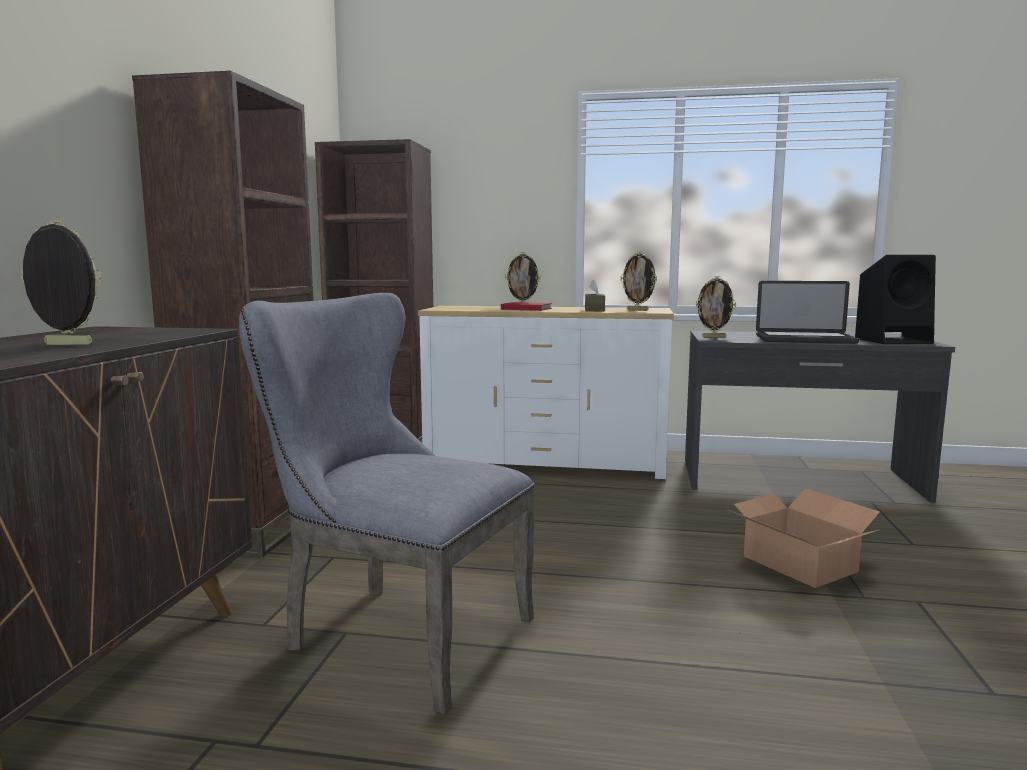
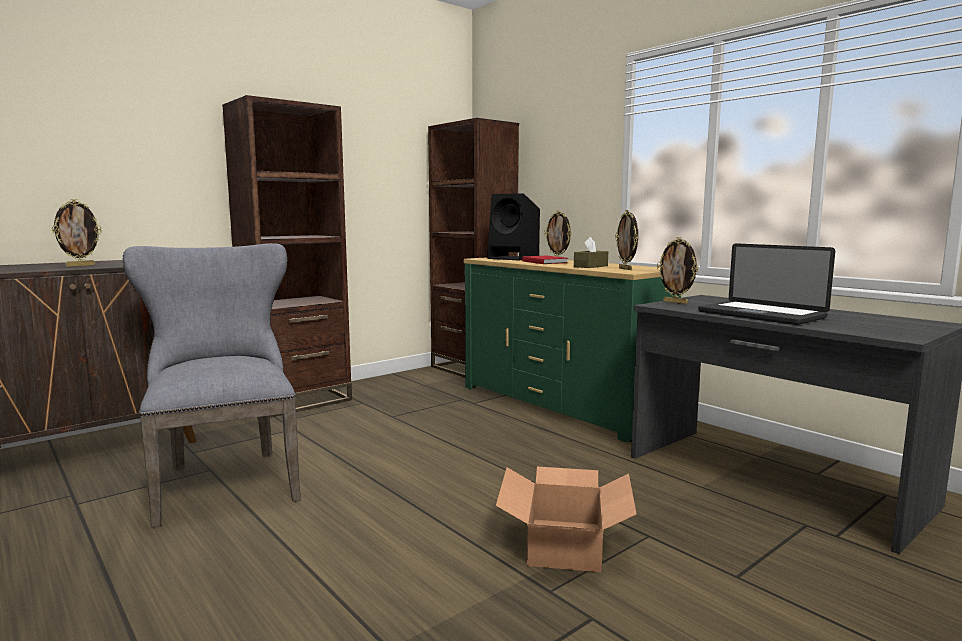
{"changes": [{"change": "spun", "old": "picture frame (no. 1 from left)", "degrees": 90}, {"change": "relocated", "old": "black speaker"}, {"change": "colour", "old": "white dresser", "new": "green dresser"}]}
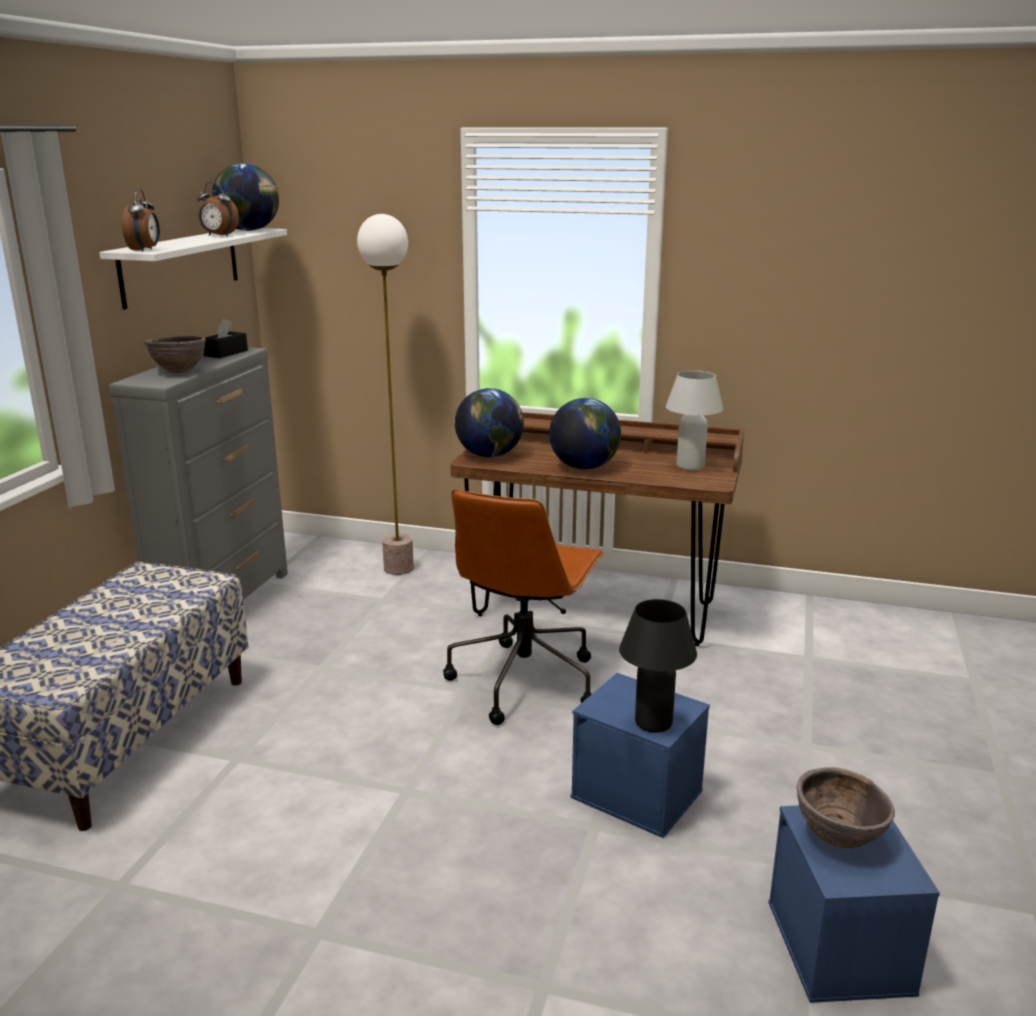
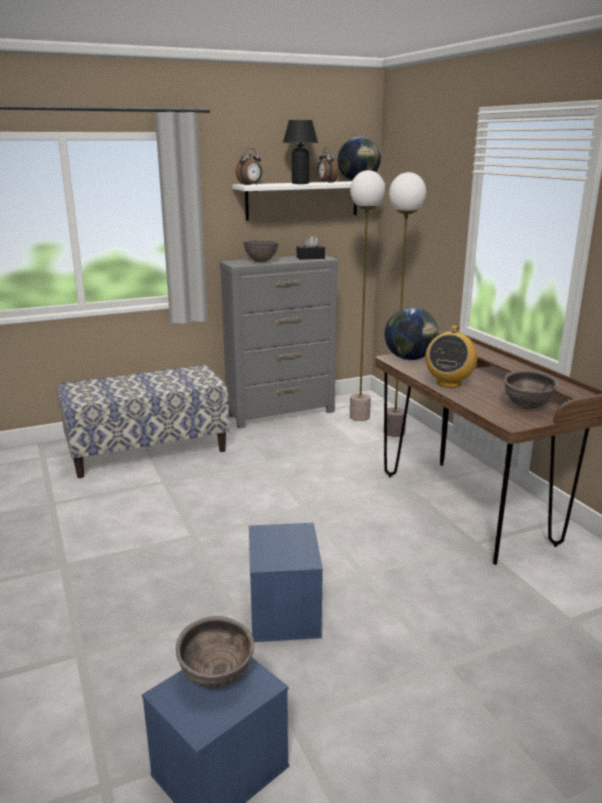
{"changes": [{"change": "exchanged", "old": "white table lamp", "new": "brown bowl (no. 3 from left)"}, {"change": "exchanged", "old": "globe (no. 3 from left)", "new": "radio"}, {"change": "missing", "old": "brown office chair"}, {"change": "relocated", "old": "black table lamp"}, {"change": "appeared", "new": "floor lamp (no. 1 from left)"}]}
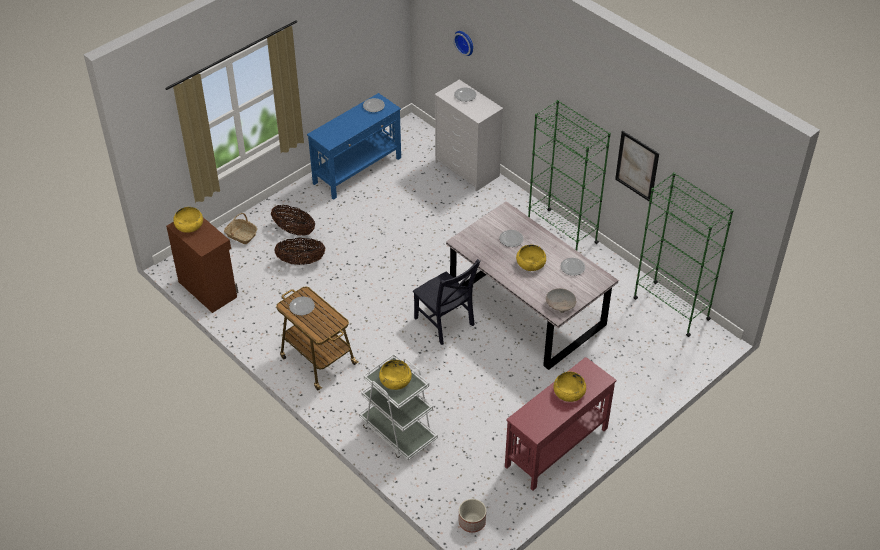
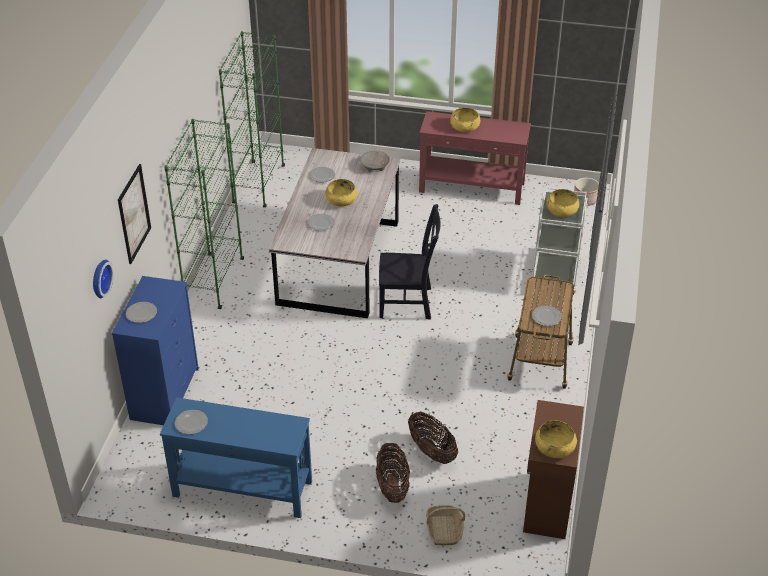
{"changes": [{"change": "colour", "old": "white dresser", "new": "blue dresser"}, {"change": "relocated", "old": "picture"}, {"change": "spun", "old": "black chair", "degrees": 75}]}
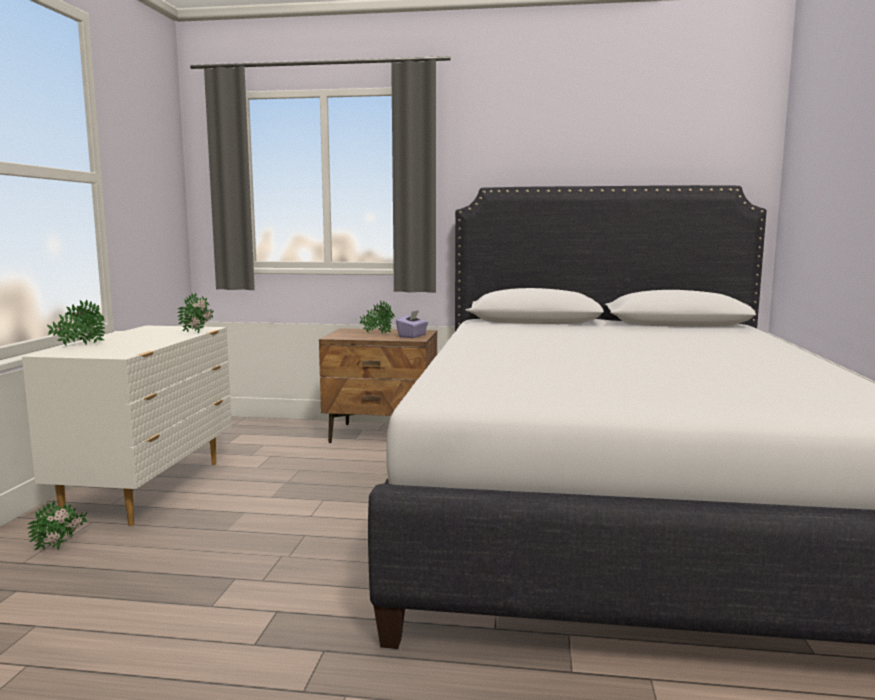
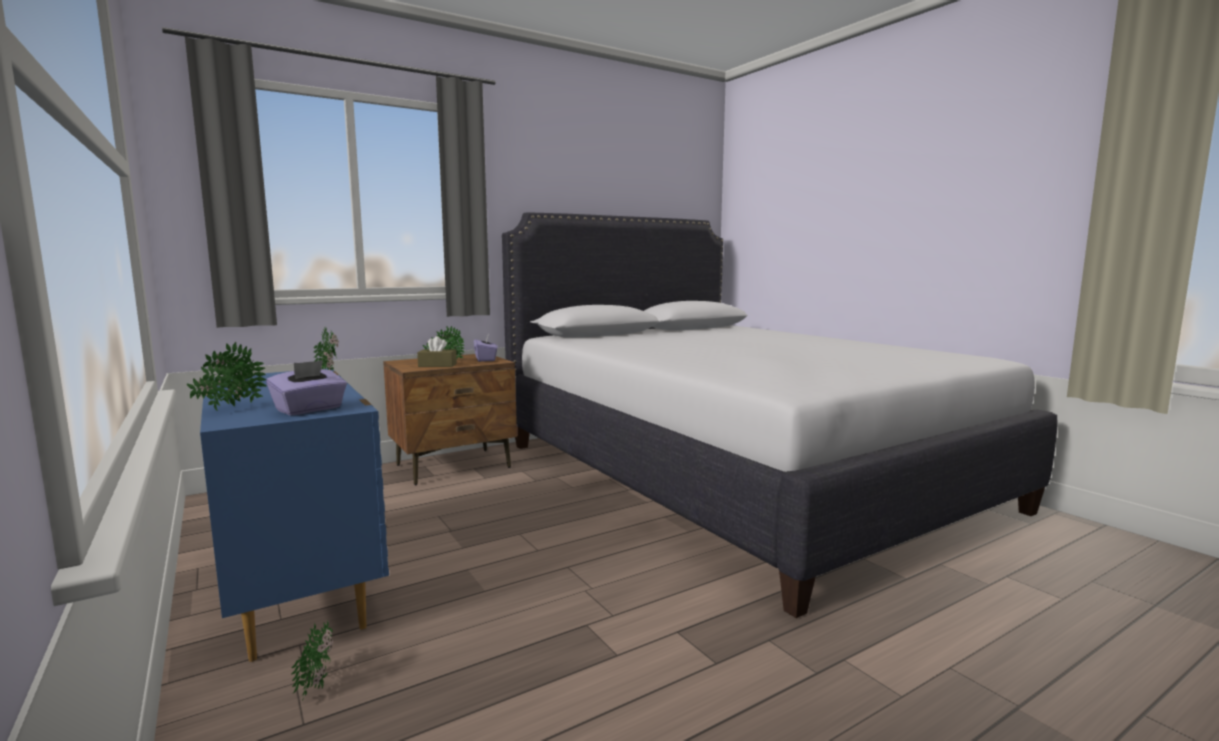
{"changes": [{"change": "colour", "old": "white dresser", "new": "blue dresser"}, {"change": "appeared", "new": "brown tissue box"}, {"change": "appeared", "new": "purple tissue box (no. 1 from left)"}]}
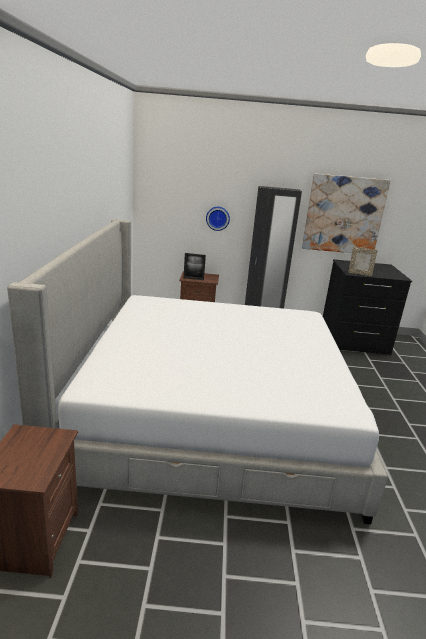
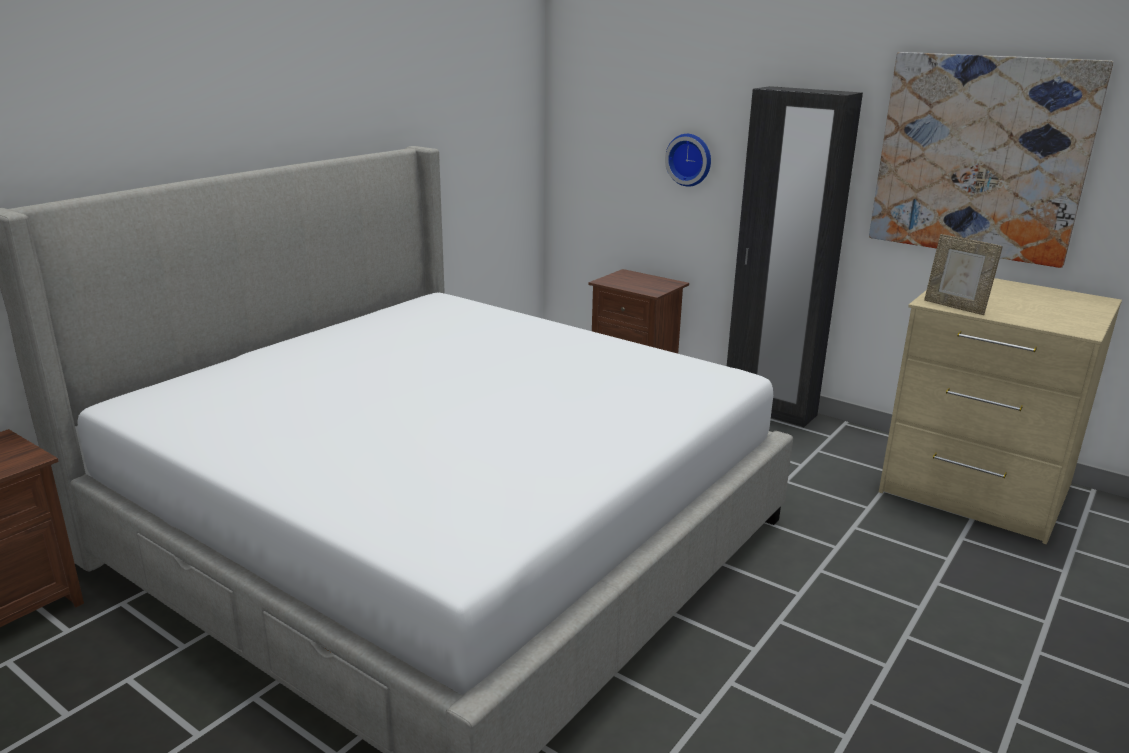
{"changes": [{"change": "missing", "old": "picture frame (no. 1 from left)"}, {"change": "colour", "old": "black dresser", "new": "beige dresser"}]}
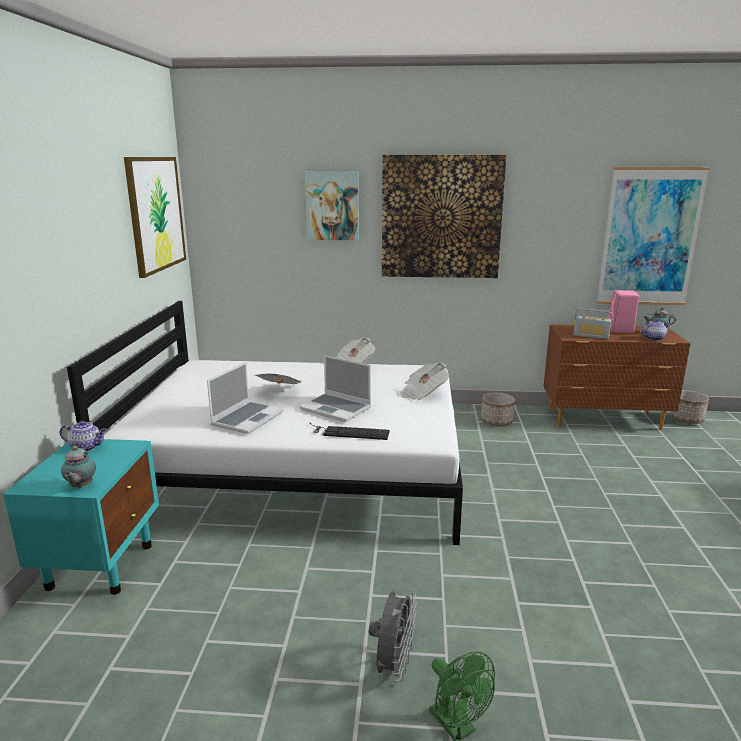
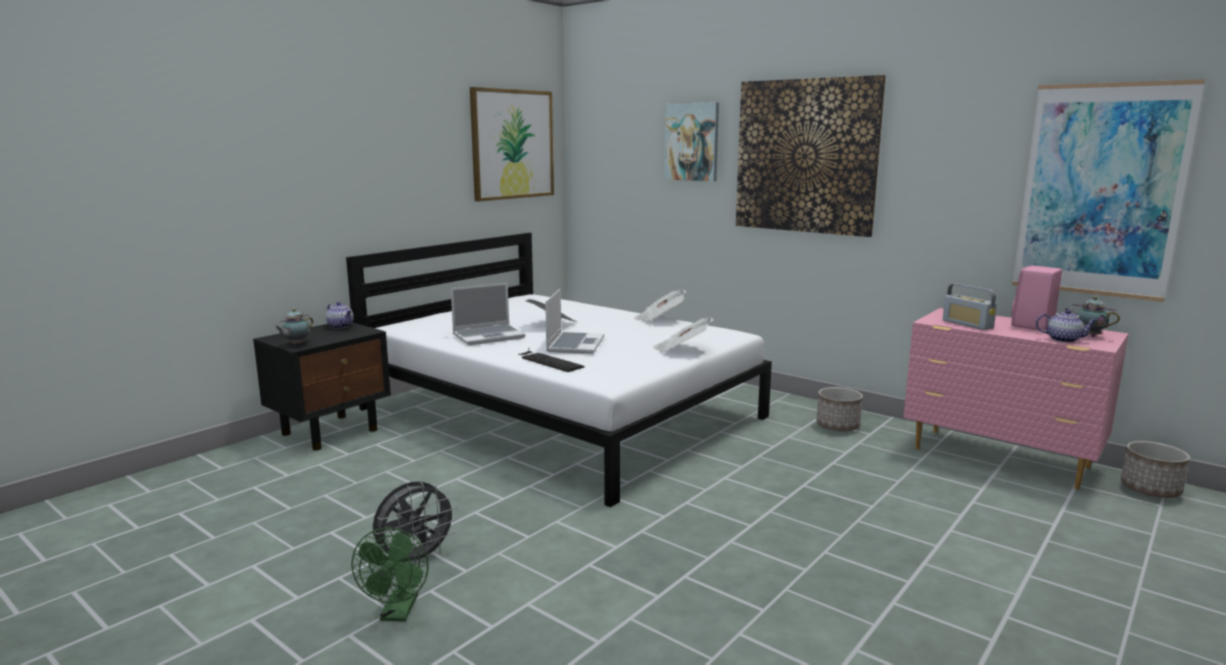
{"changes": [{"change": "colour", "old": "brown dresser", "new": "pink dresser"}, {"change": "spun", "old": "laptop (no. 2 from left)", "degrees": -150}, {"change": "colour", "old": "turquoise nightstand", "new": "black nightstand"}]}
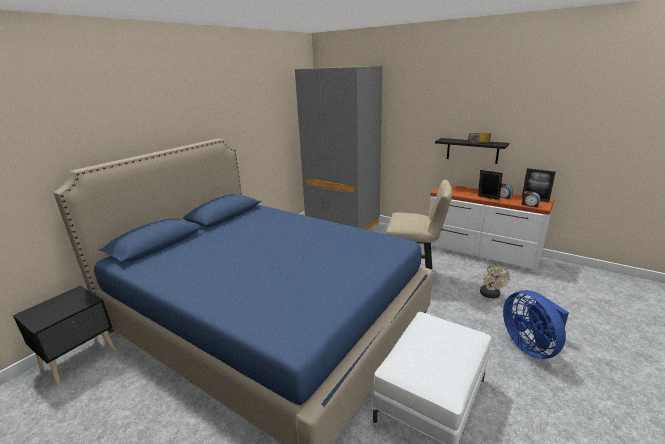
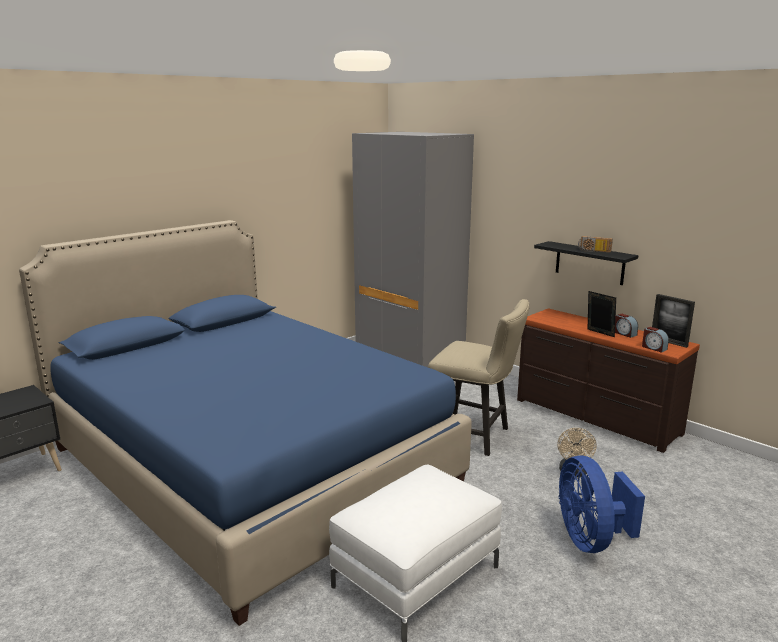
{"changes": [{"change": "colour", "old": "white dresser", "new": "brown dresser"}]}
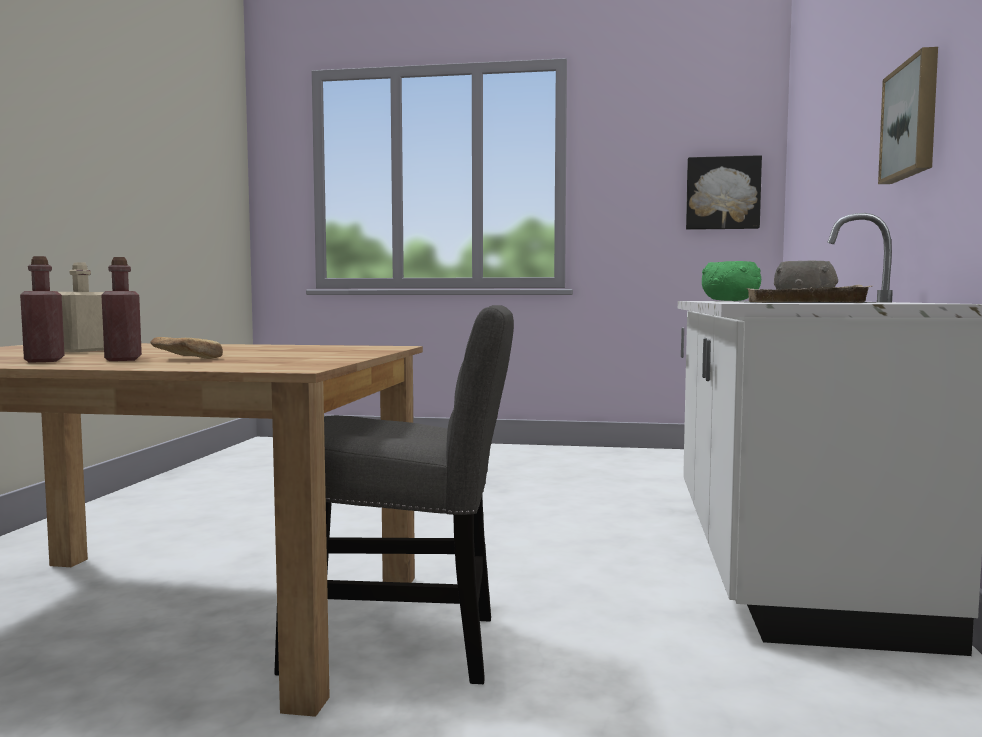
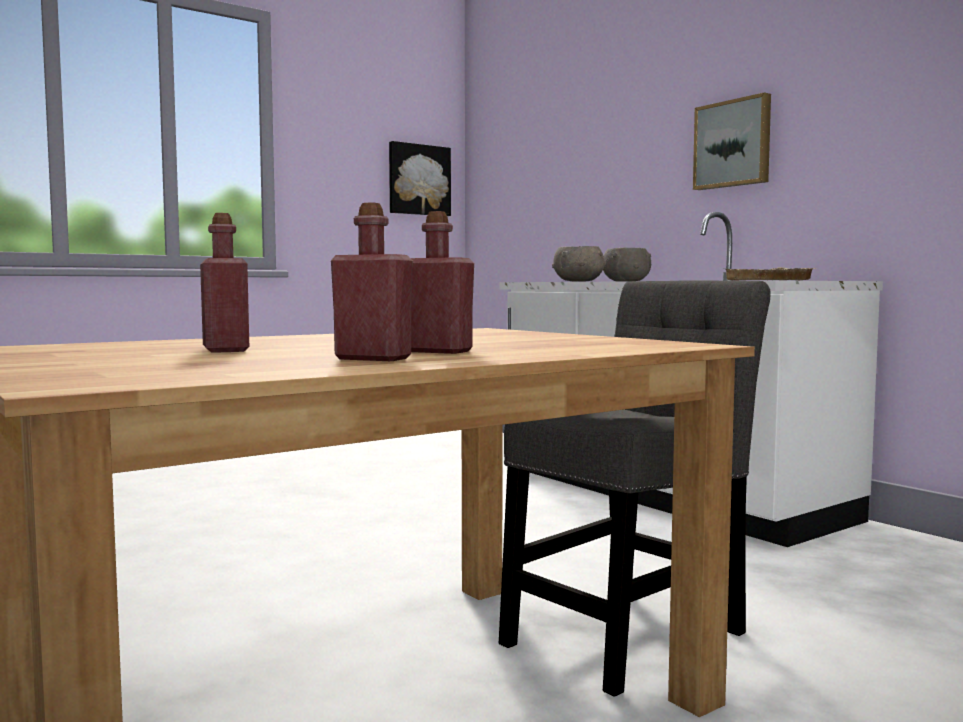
{"changes": [{"change": "colour", "old": "green bowl", "new": "grey bowl (no. 1 from left)"}, {"change": "colour", "old": "beige bottle", "new": "red bottle (no. 1 from left)"}, {"change": "missing", "old": "bread"}]}
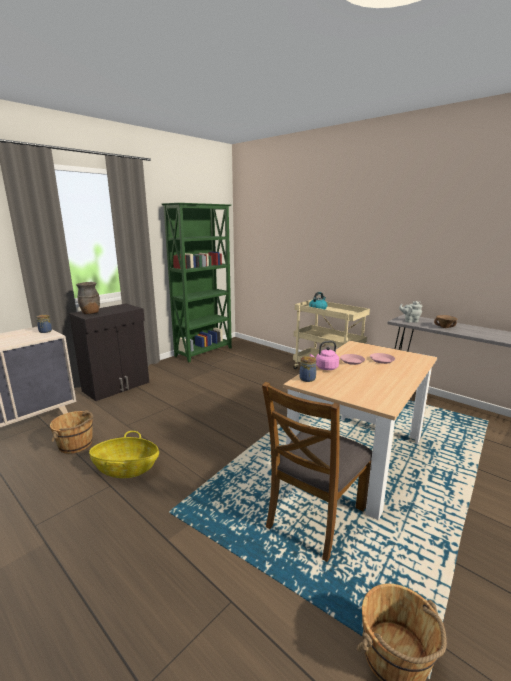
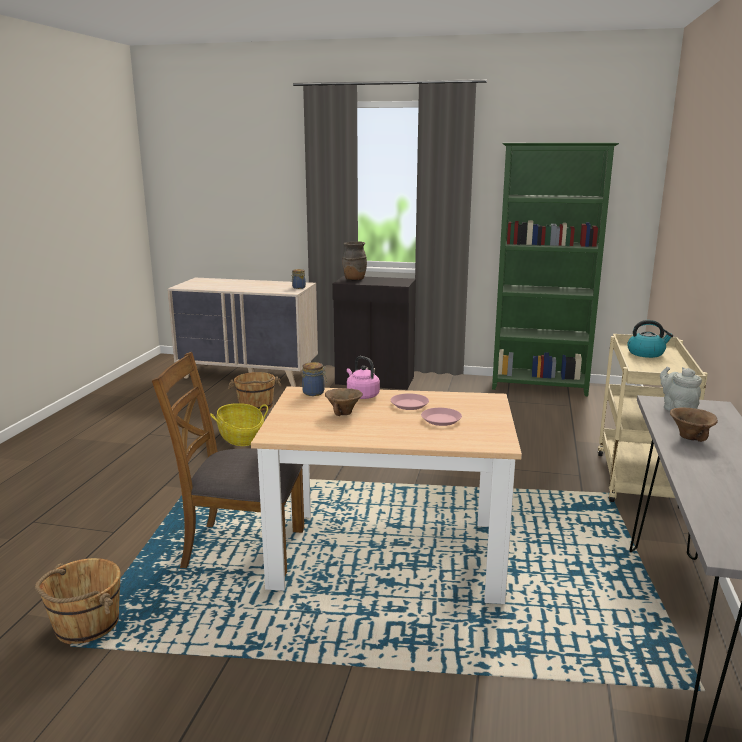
{"changes": [{"change": "appeared", "new": "brown bowl (no. 1 from left)"}]}
